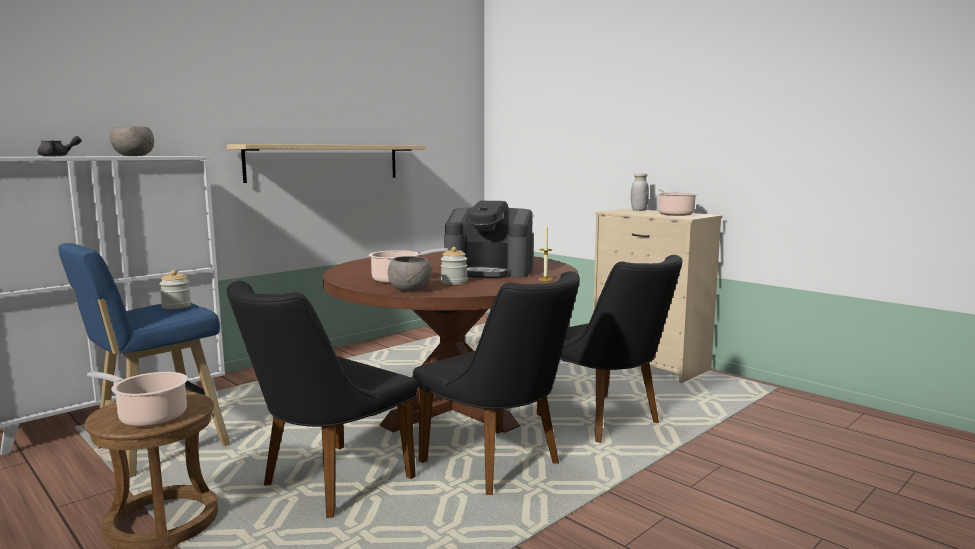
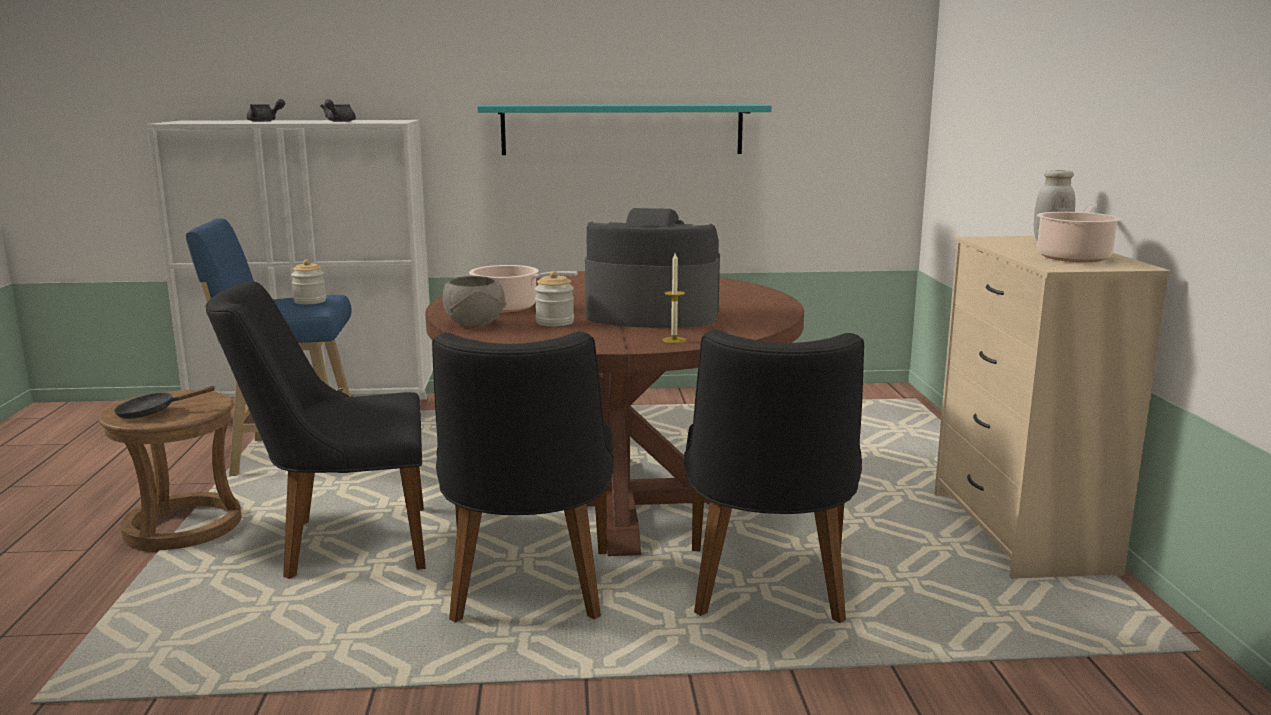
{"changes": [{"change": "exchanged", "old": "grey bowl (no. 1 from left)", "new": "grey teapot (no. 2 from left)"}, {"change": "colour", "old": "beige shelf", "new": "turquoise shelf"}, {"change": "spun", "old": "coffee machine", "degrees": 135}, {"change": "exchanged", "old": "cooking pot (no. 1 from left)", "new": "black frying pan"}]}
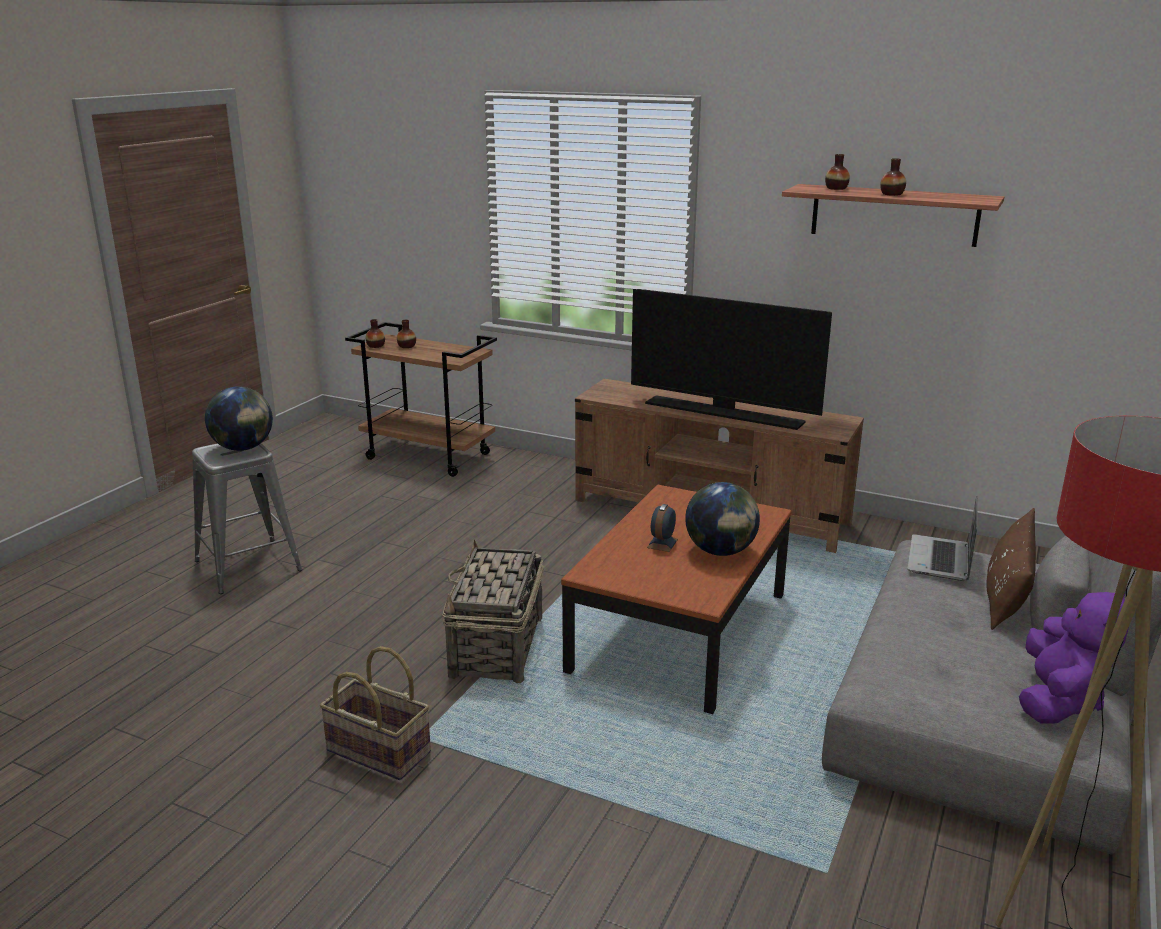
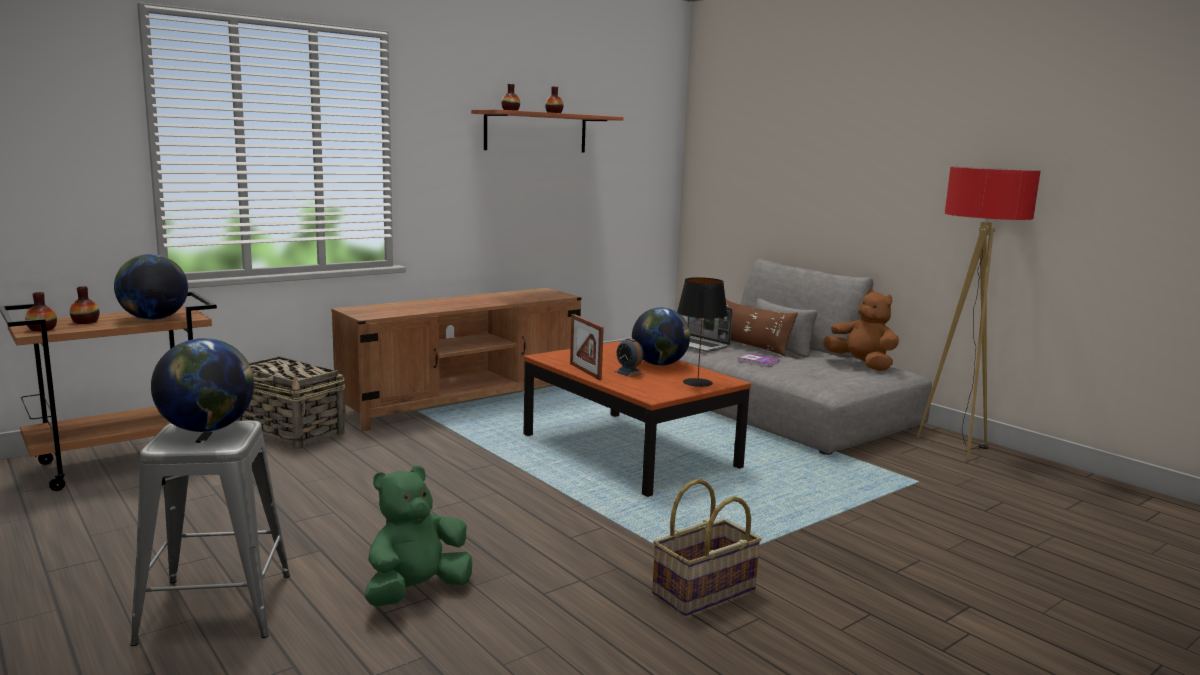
{"changes": [{"change": "missing", "old": "television"}, {"change": "relocated", "old": "basket (no. 2 from left in the first image)", "new": "basket (no. 1 from left)"}, {"change": "colour", "old": "purple plush toy", "new": "brown plush toy"}, {"change": "appeared", "new": "globe (no. 1 from left)"}, {"change": "appeared", "new": "black table lamp"}, {"change": "appeared", "new": "picture frame"}, {"change": "appeared", "new": "book"}, {"change": "appeared", "new": "green plush toy"}]}
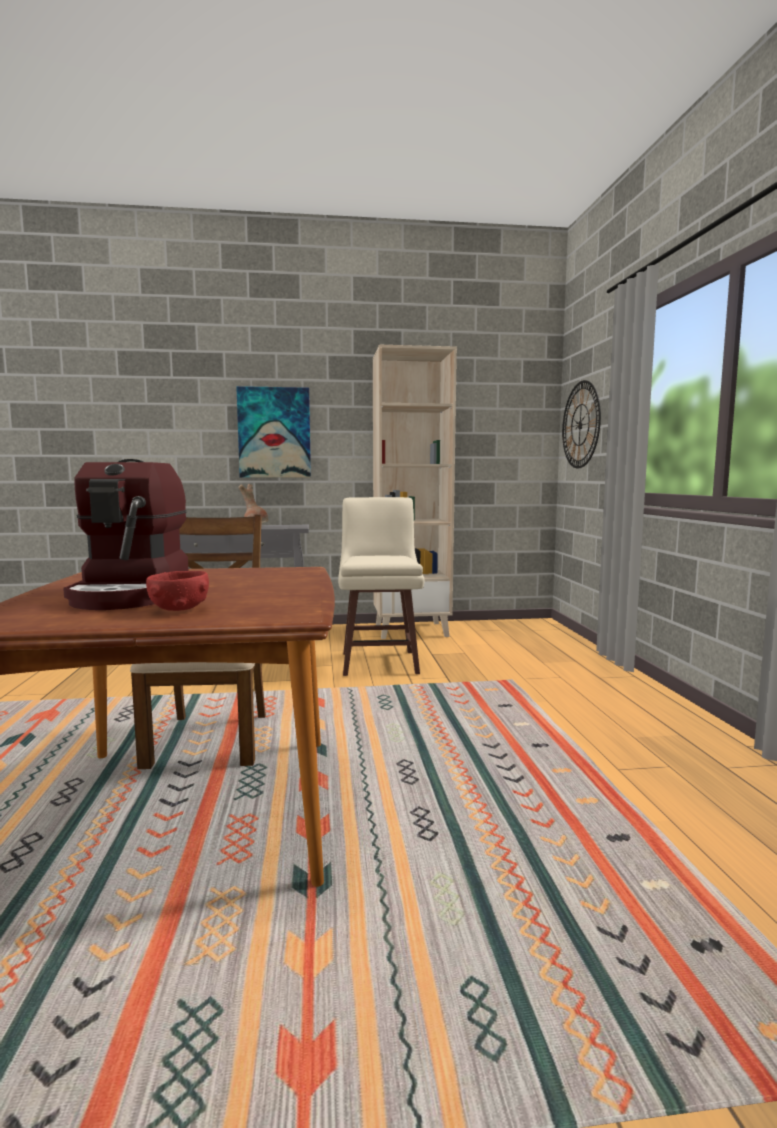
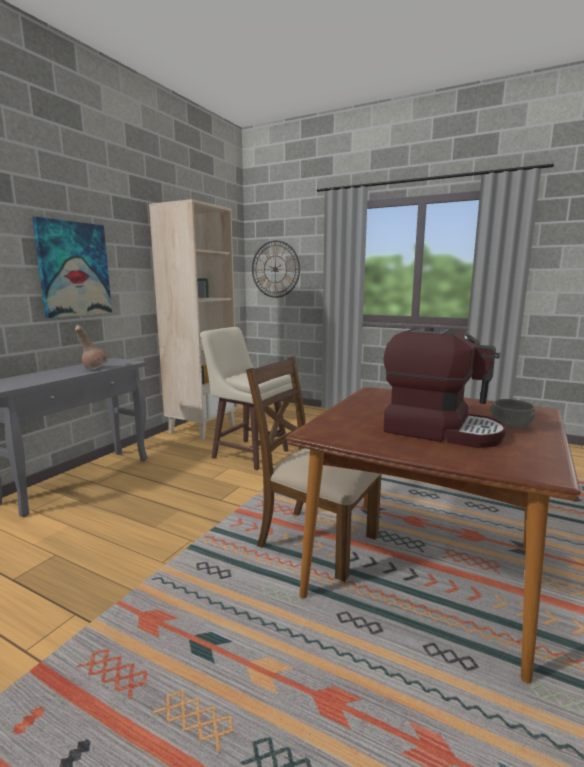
{"changes": [{"change": "colour", "old": "red bowl", "new": "grey bowl"}]}
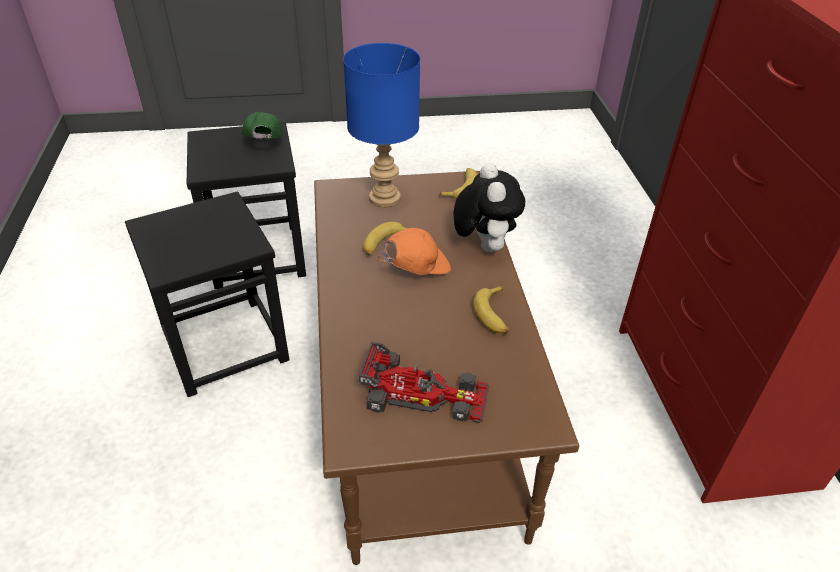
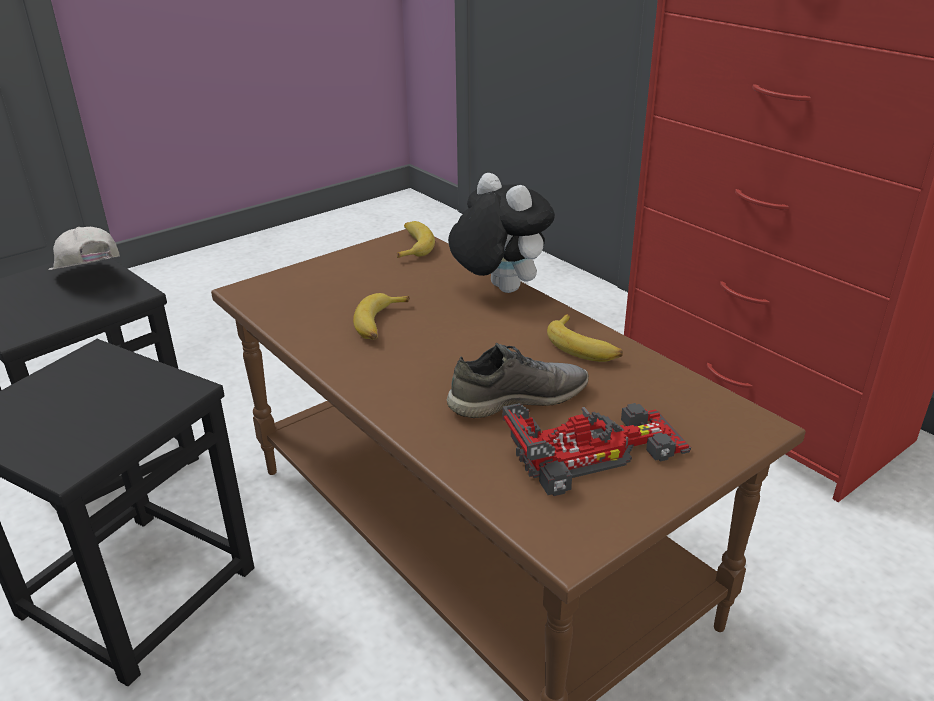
{"changes": [{"change": "missing", "old": "blue table lamp"}, {"change": "colour", "old": "green cap", "new": "white cap"}, {"change": "missing", "old": "orange cap"}, {"change": "appeared", "new": "grey shoe"}]}
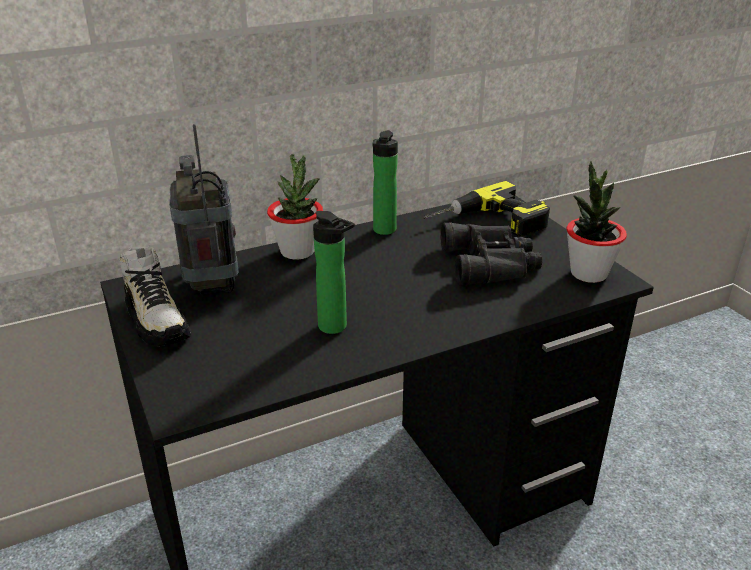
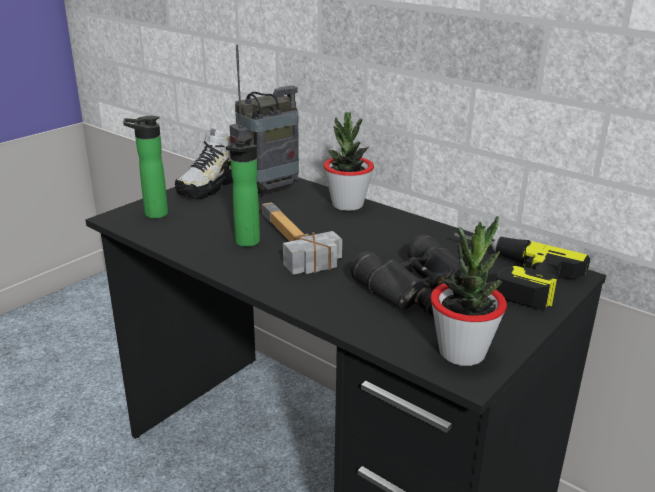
{"changes": [{"change": "relocated", "old": "bottle (no. 2 from left in the first image)", "new": "bottle (no. 1 from left)"}, {"change": "appeared", "new": "hammer"}]}
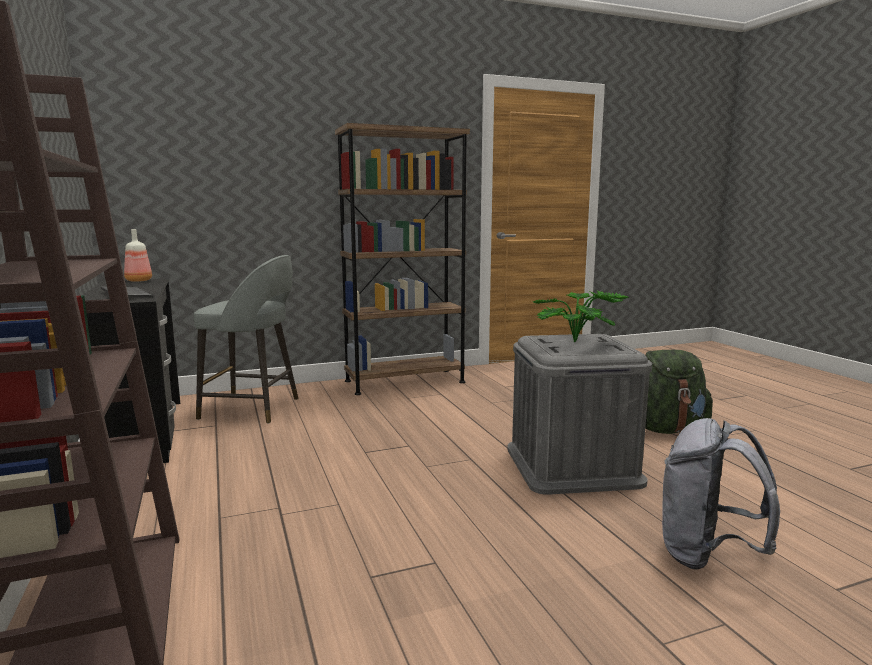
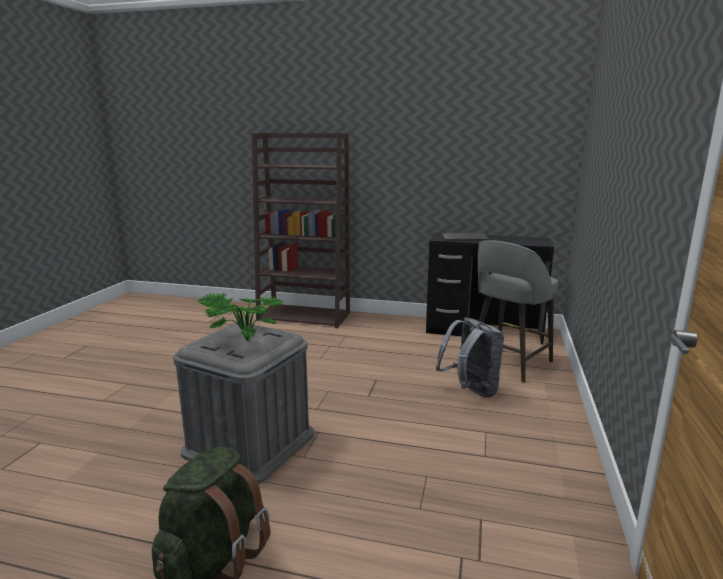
{"changes": [{"change": "missing", "old": "brown bookcase (no. 2 from left)"}, {"change": "missing", "old": "bottle"}, {"change": "relocated", "old": "grey backpack"}]}
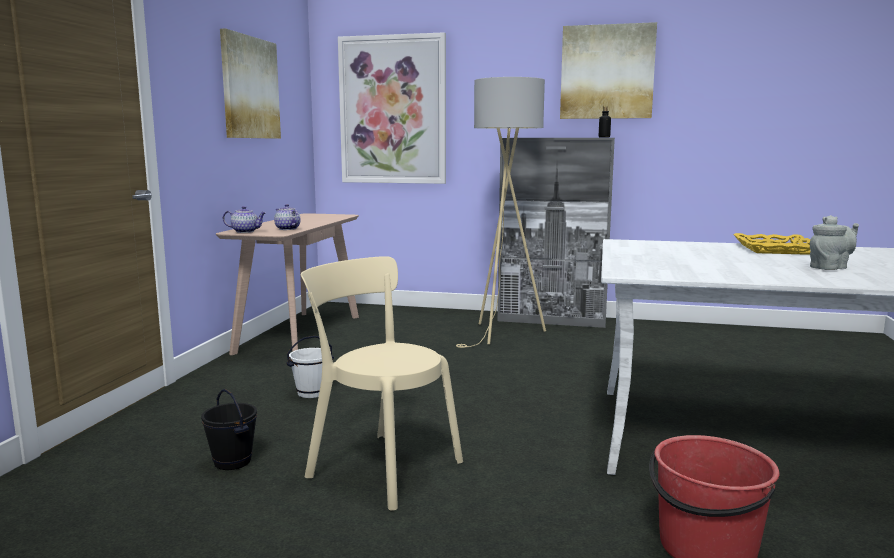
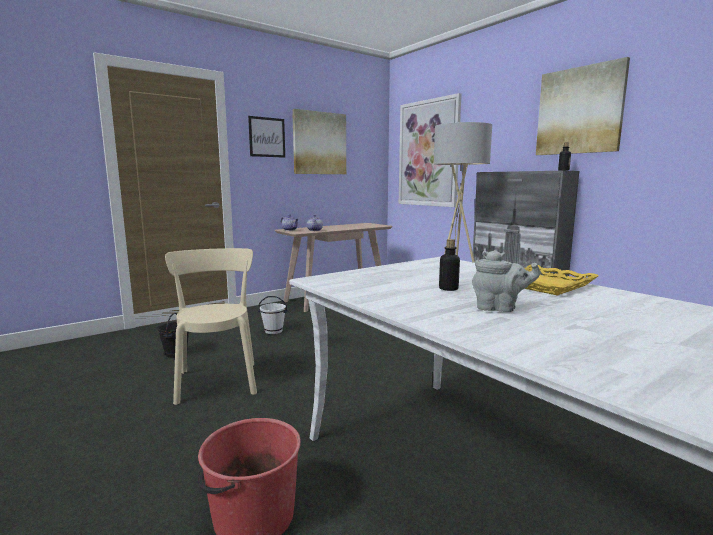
{"changes": [{"change": "appeared", "new": "picture (no. 1 from left)"}, {"change": "appeared", "new": "bottle (no. 1 from left)"}]}
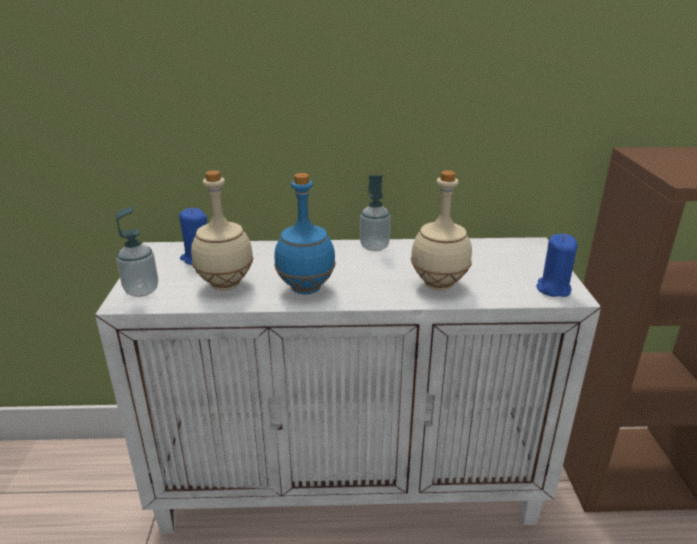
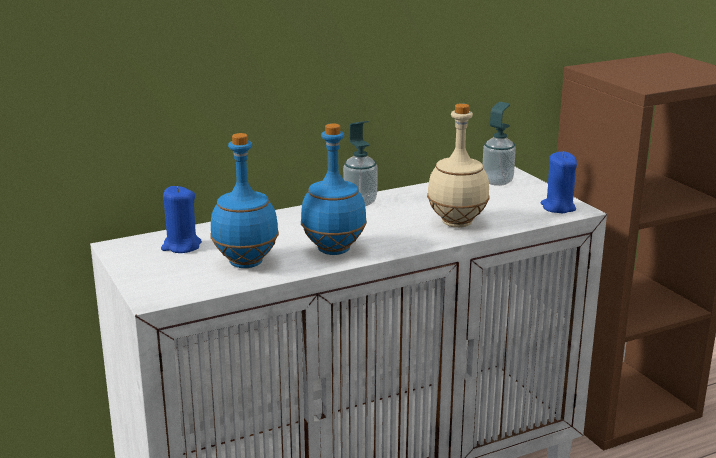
{"changes": [{"change": "colour", "old": "beige bottle (no. 1 from left)", "new": "blue bottle (no. 1 from left)"}, {"change": "relocated", "old": "soap dispenser (no. 1 from left in the first image)", "new": "soap dispenser (no. 2 from left)"}]}
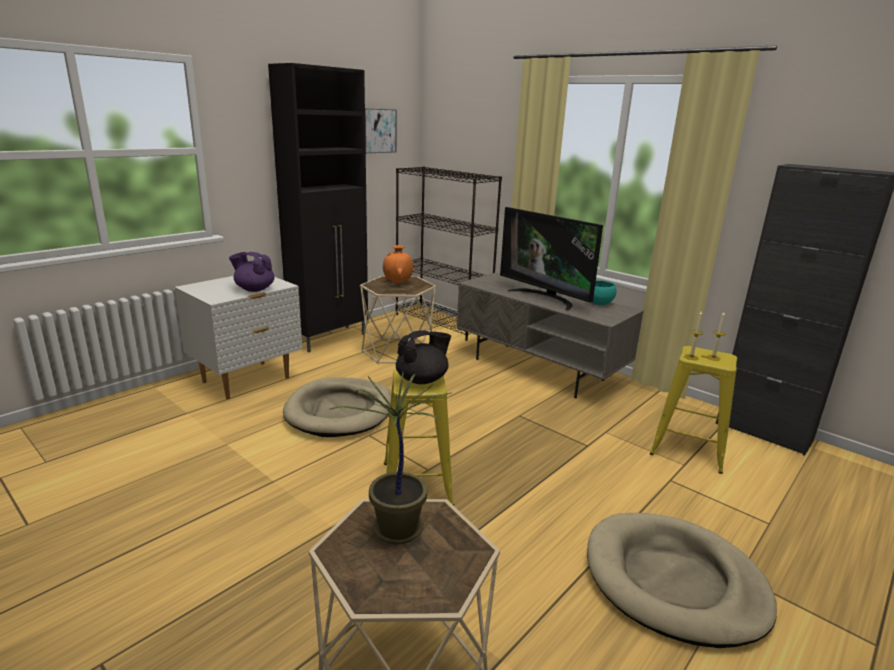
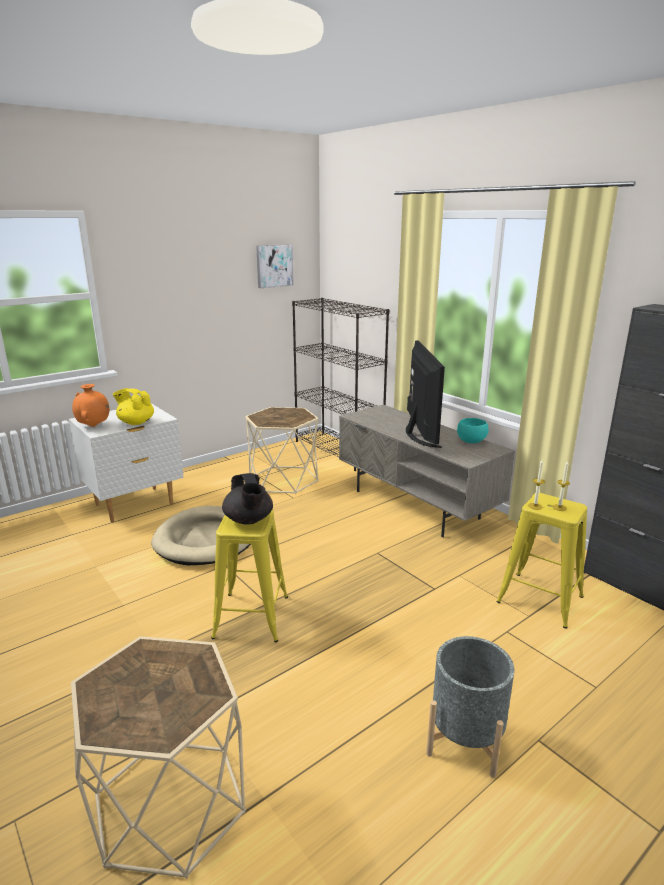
{"changes": [{"change": "missing", "old": "black cabinet (no. 1 from left)"}, {"change": "spun", "old": "television", "degrees": -150}, {"change": "relocated", "old": "orange vase"}, {"change": "colour", "old": "purple teapot", "new": "yellow teapot"}, {"change": "spun", "old": "black teapot", "degrees": 90}, {"change": "missing", "old": "potted plant"}, {"change": "exchanged", "old": "beige dog bed (no. 2 from left)", "new": "grey planter"}]}
